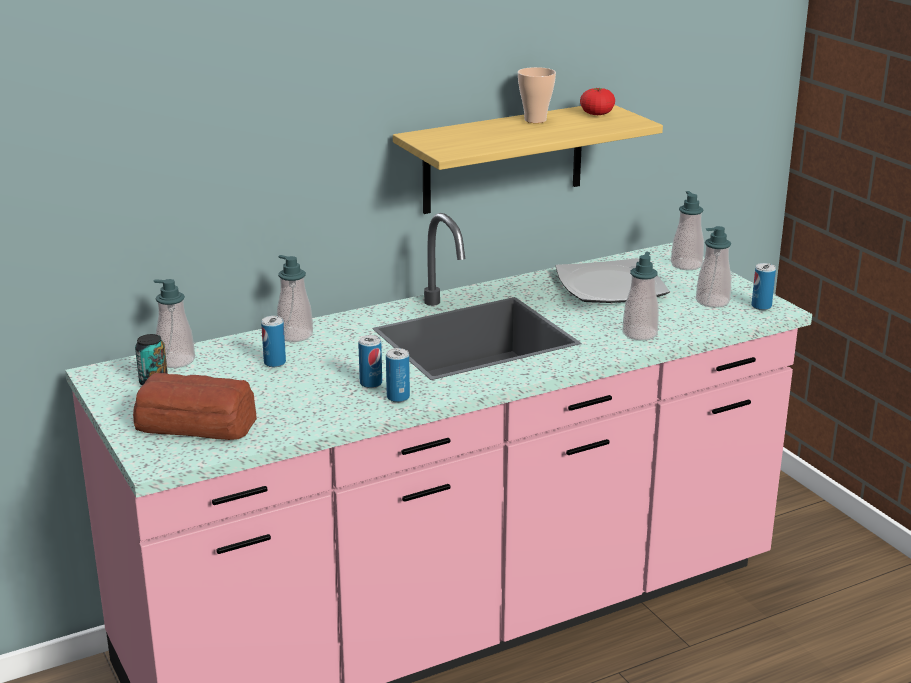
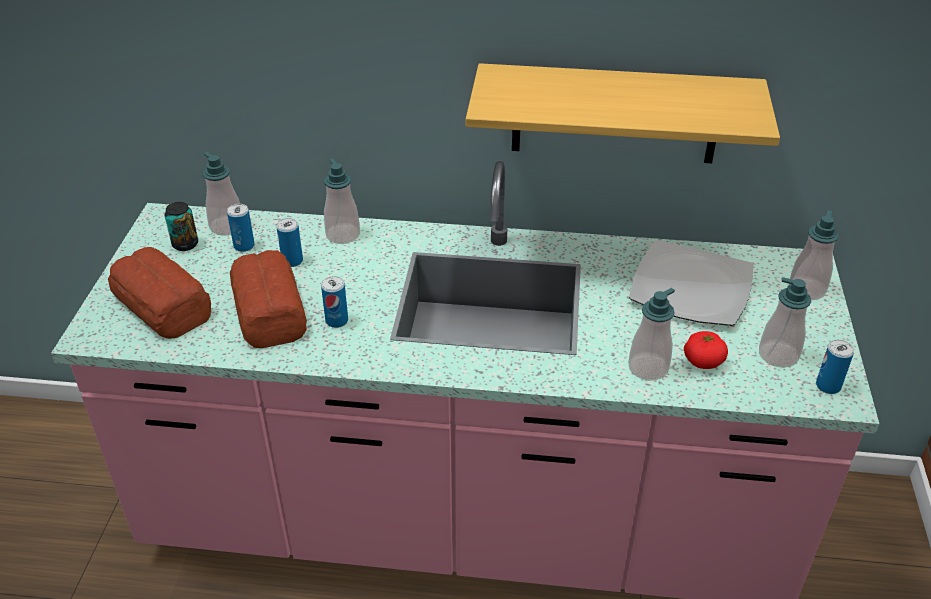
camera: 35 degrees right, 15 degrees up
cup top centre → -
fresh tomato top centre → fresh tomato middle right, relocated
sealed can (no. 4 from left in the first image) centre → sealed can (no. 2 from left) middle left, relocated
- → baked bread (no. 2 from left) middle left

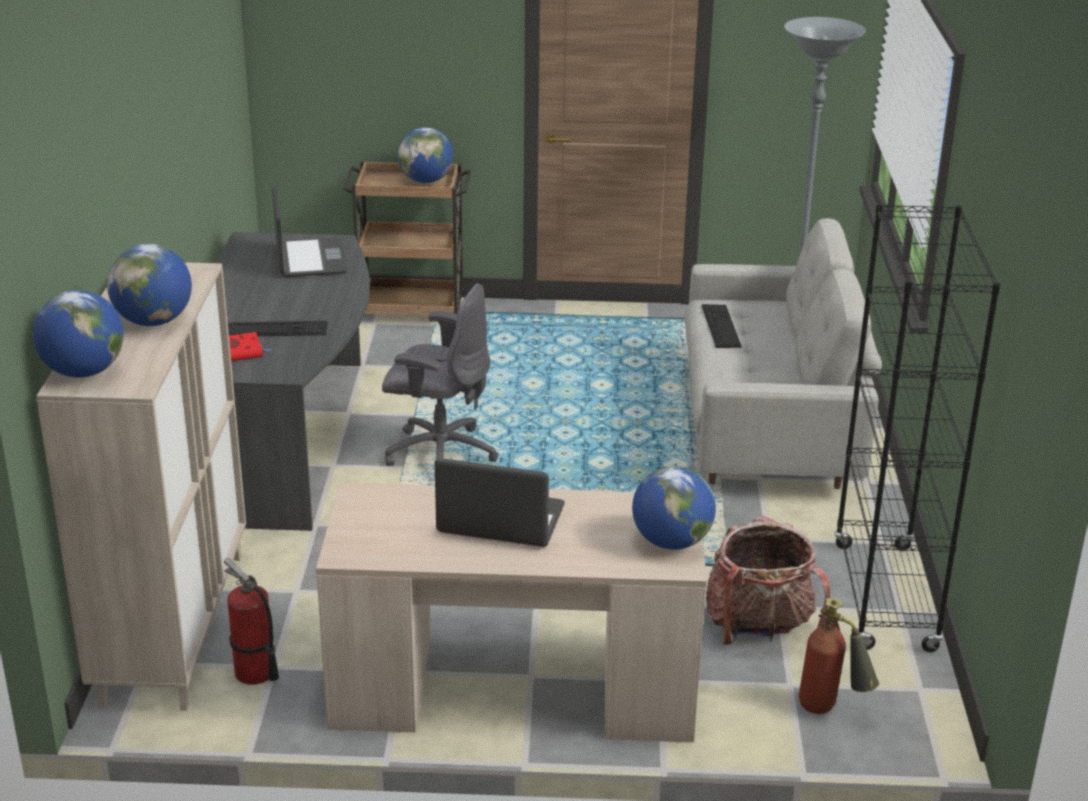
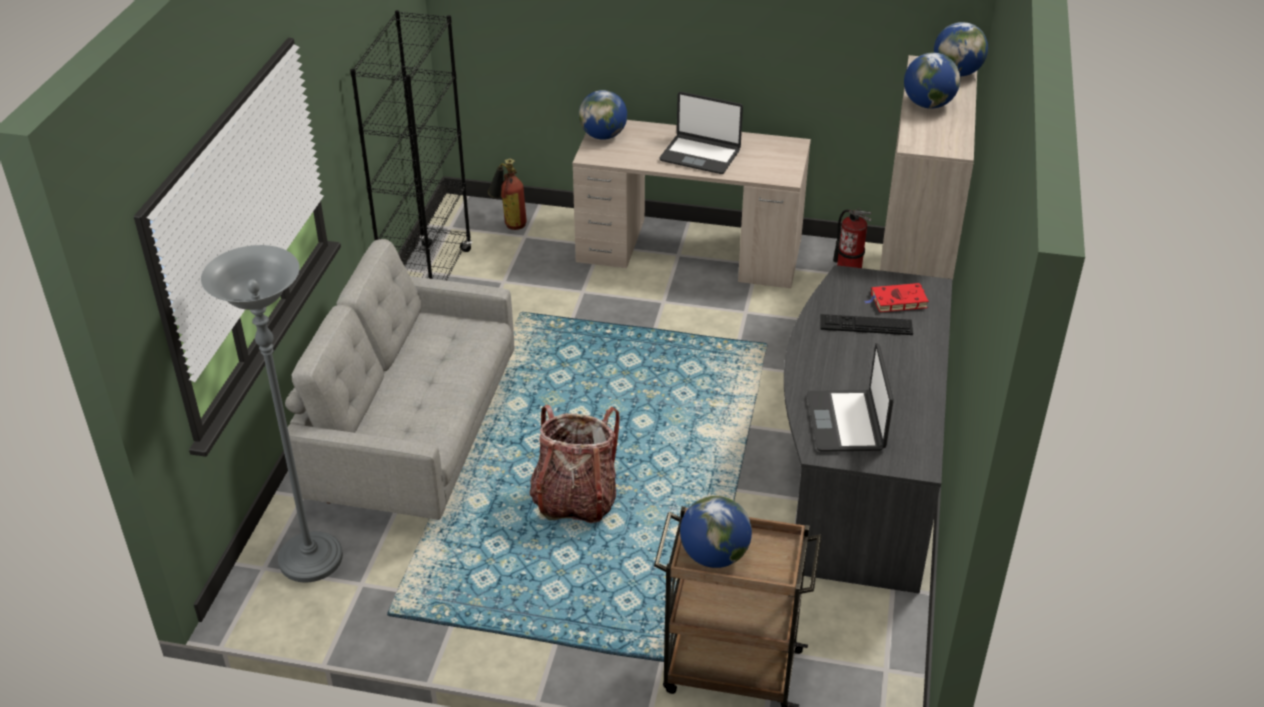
camera: 170 degrees left, 10 degrees up
desk chair in gray centre → -
computer keyboard (no. 2 from left) centre → -
backpack bottom right → backpack centre, relocated

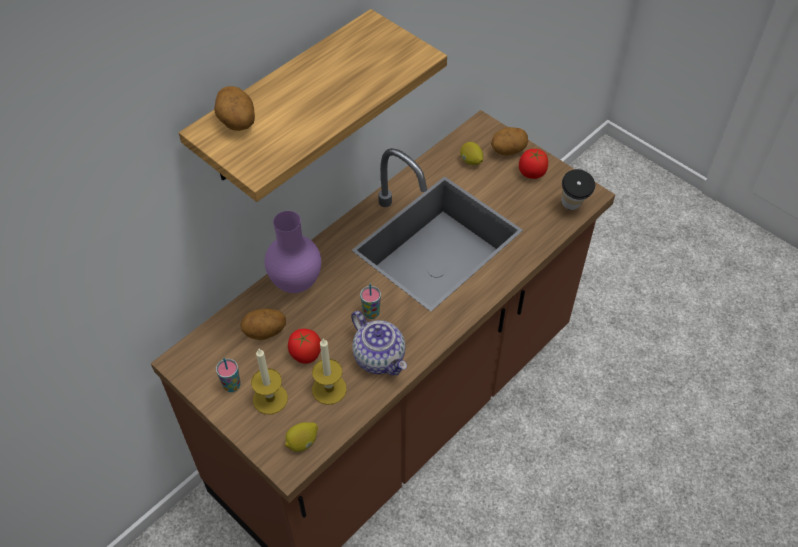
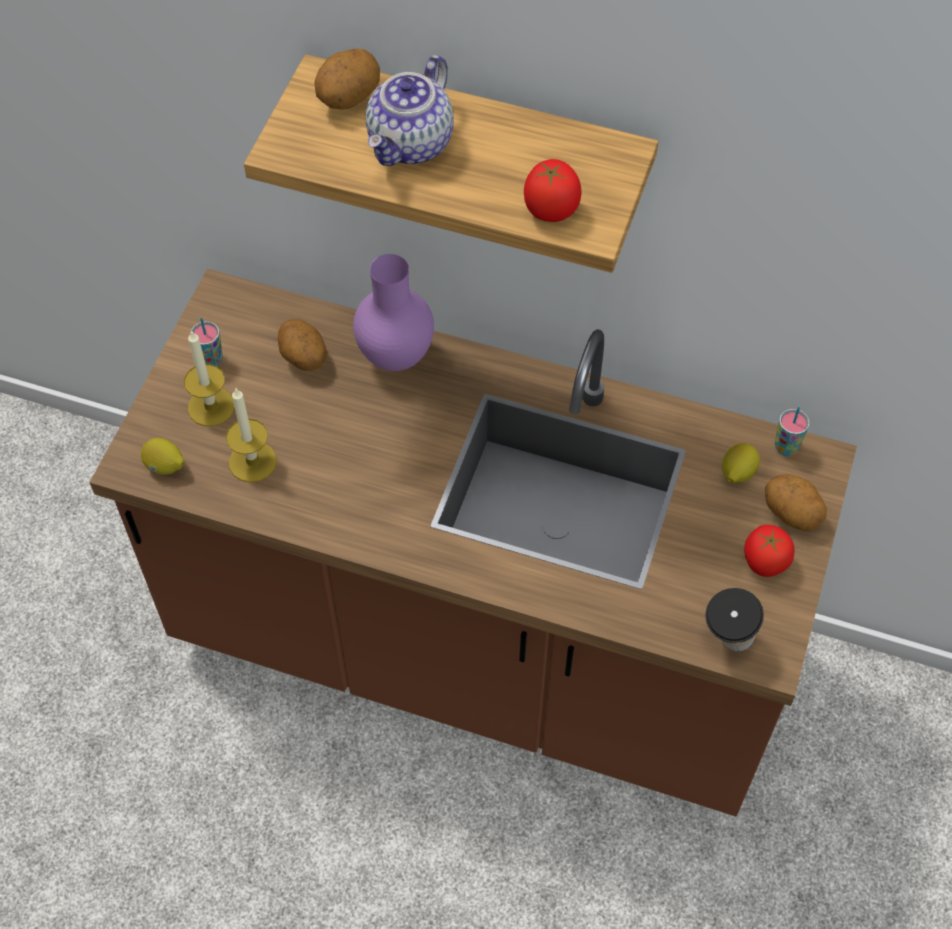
camera: 65 degrees right, 5 degrees up
cup (no. 2 from left in the first image) centre → cup (no. 3 from left) middle right, relocated
tea pot centre → tea pot top centre, relocated
fresh tomato (no. 1 from left) centre → fresh tomato (no. 1 from left) top centre, relocated

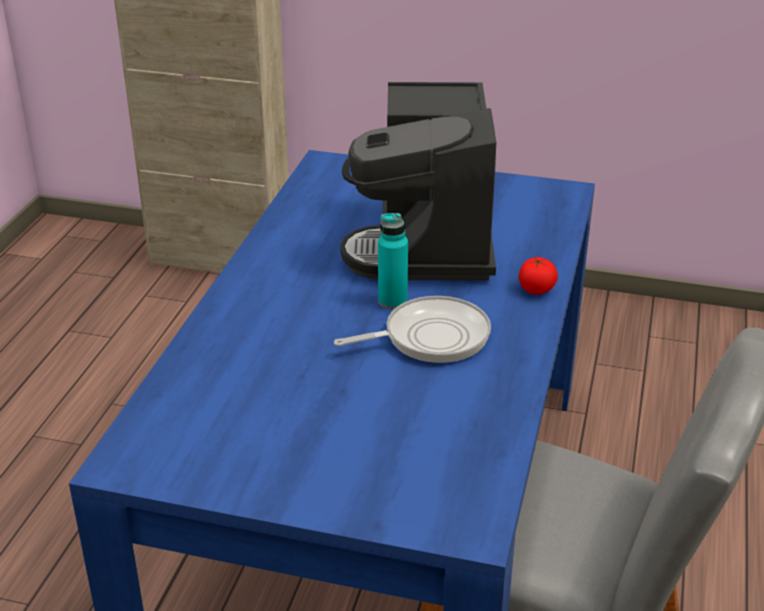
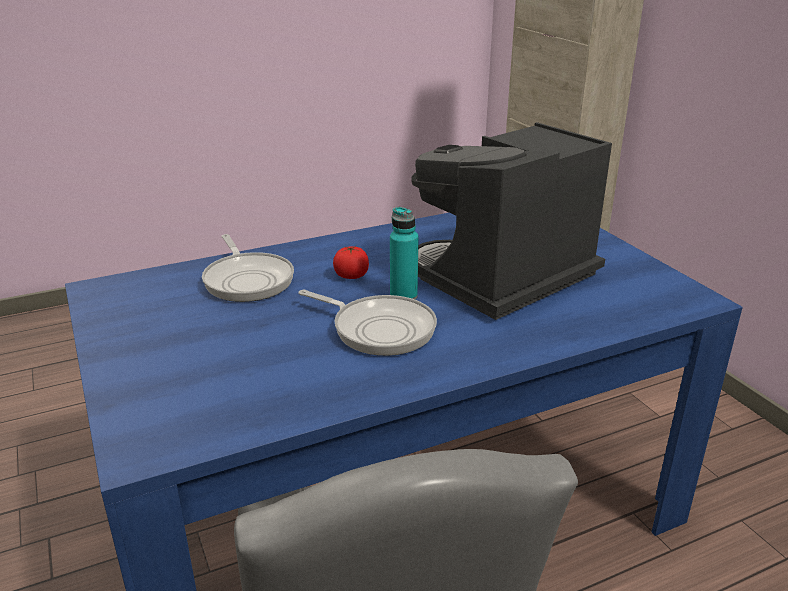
camera: 50 degrees right, 5 degrees down
fresh tomato middle right → fresh tomato centre, relocated
- → frying pan (no. 1 from left) middle left

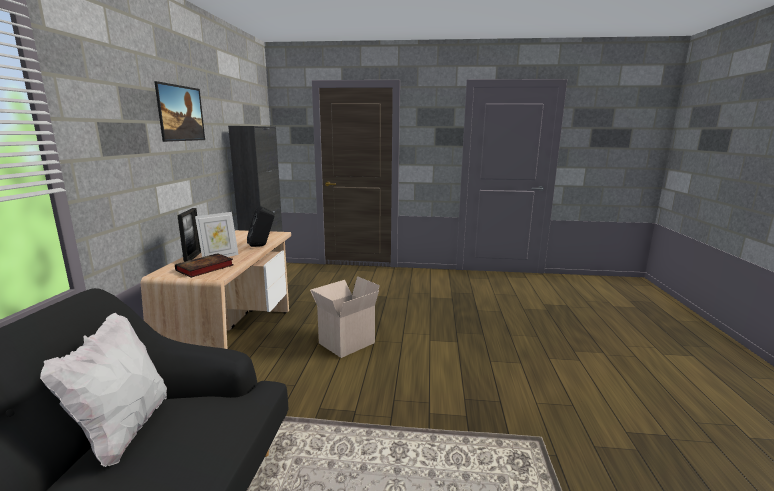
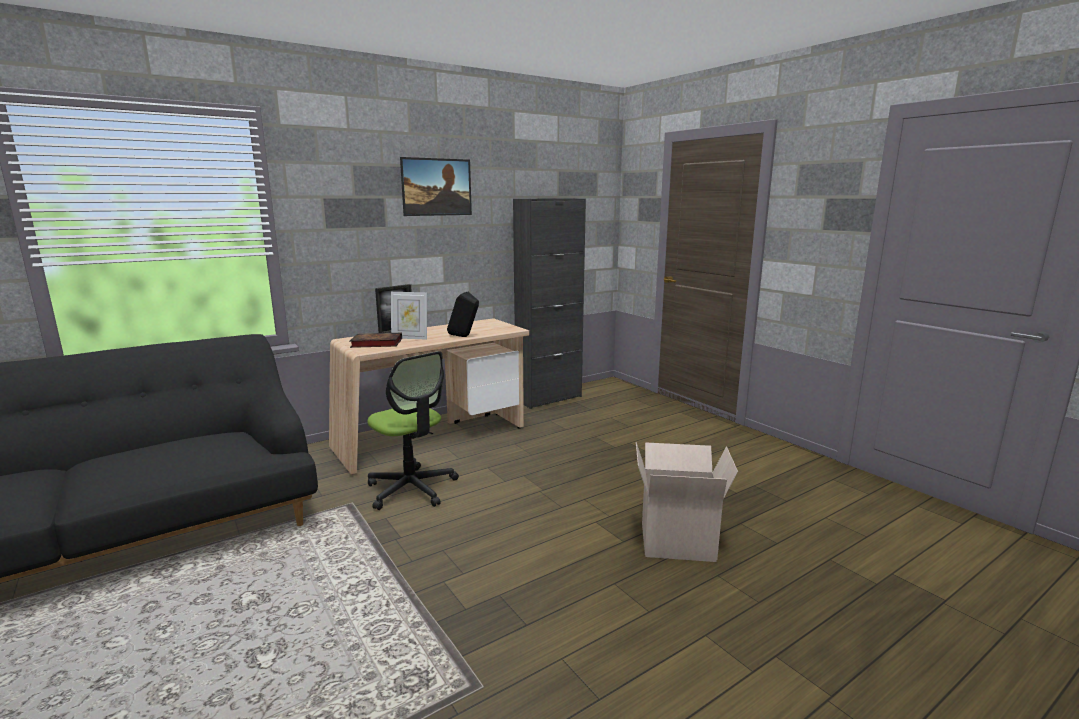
camera: 50 degrees right, 0 degrees up
carton centre → carton bottom centre, relocated
cushion in whitish bottom left → -
- → desk chair centre

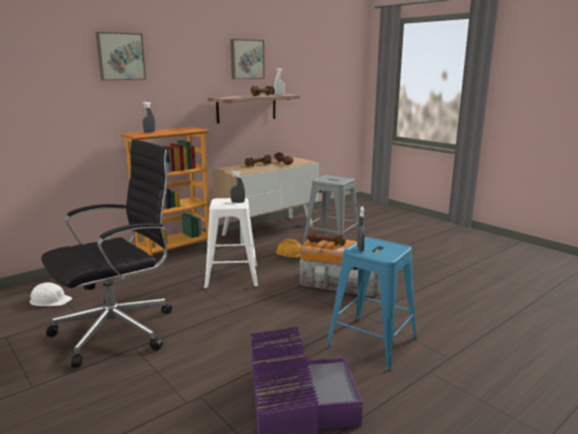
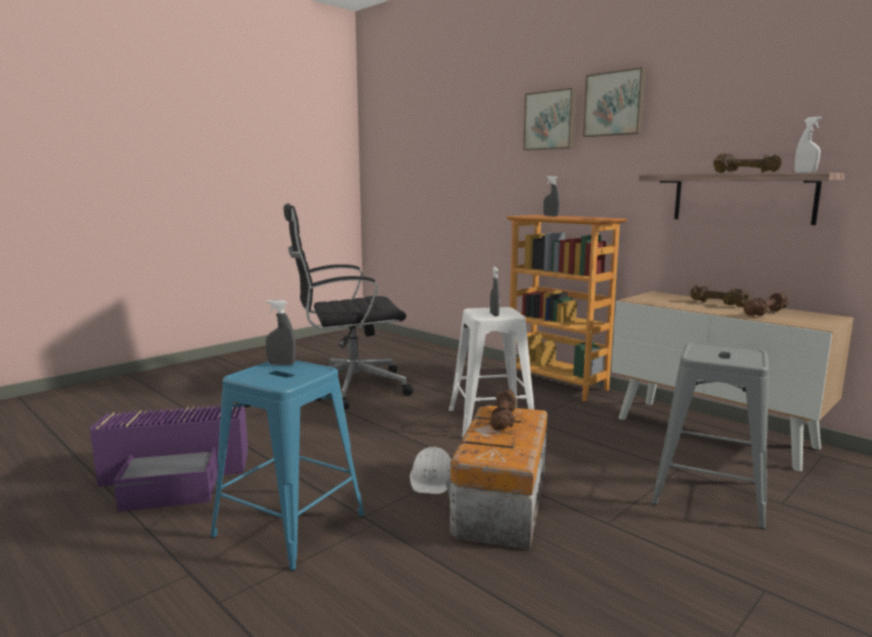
camera: 85 degrees right, 5 degrees down
wall picture (no. 2 from left) top centre → wall picture (no. 2 from left) top right, relocated
desk chair in blackish middle left → desk chair in blackish centre, 120 degrees clockwise
hard hat in orange-coloured centre → -
hard hat in whitish bottom left → hard hat in whitish bottom centre, relocated

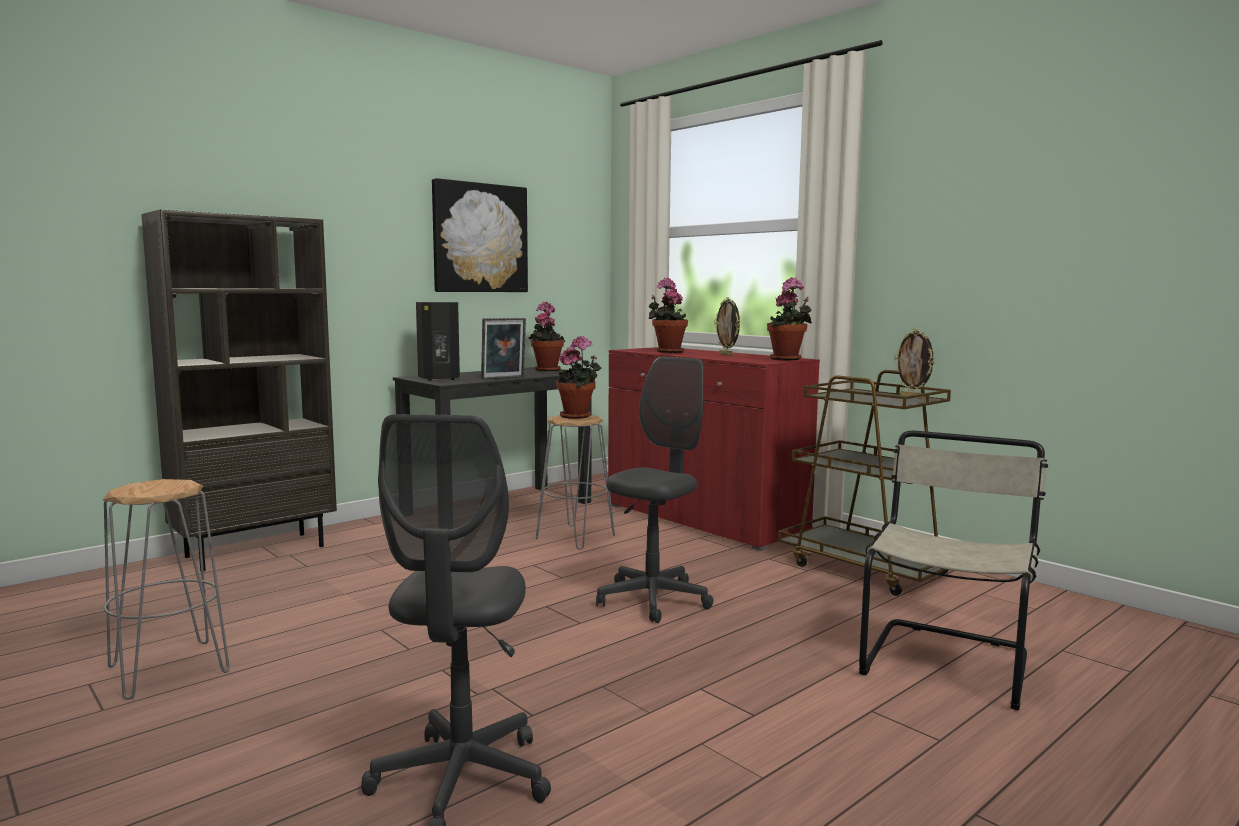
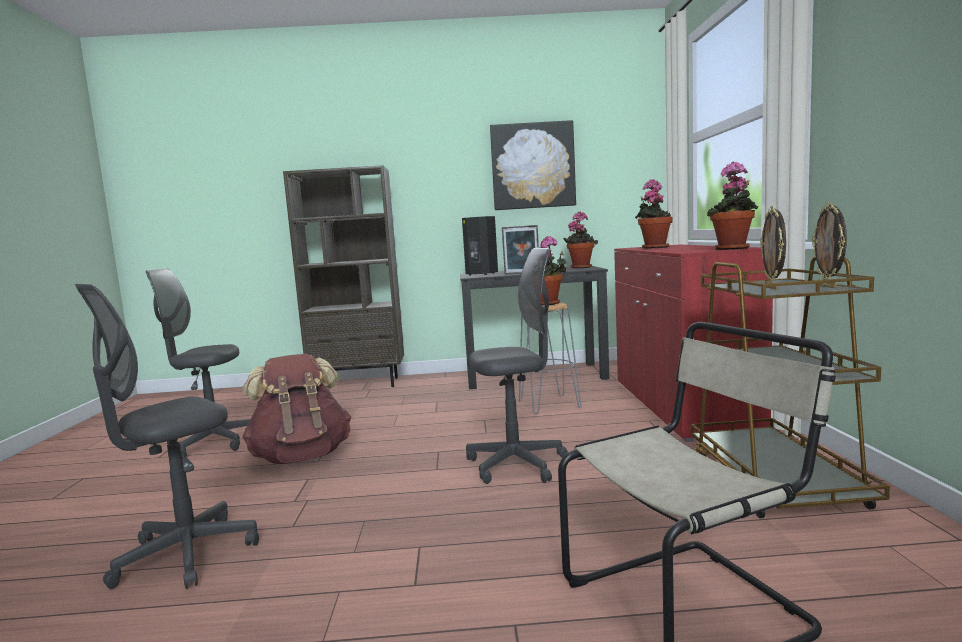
camera: 40 degrees right, 0 degrees up
photo frame (no. 2 from left) centre → photo frame (no. 2 from left) middle right, relocated
stool seat in gray (no. 1 from left) bottom left → desk chair in gray (no. 2 from left) middle left
- → backpack in brownish middle left

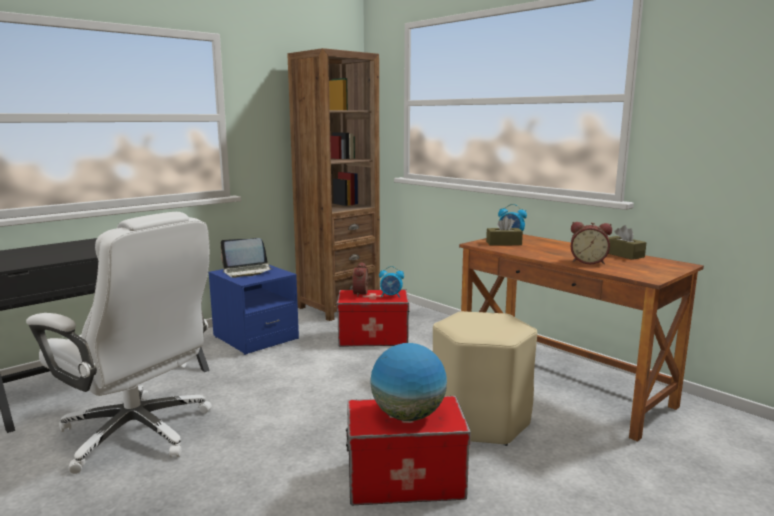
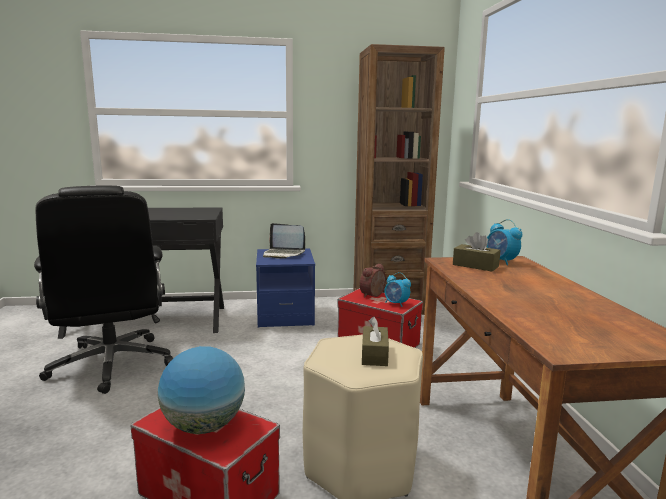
camera: 35 degrees right, 0 degrees up
desk chair in whitish middle left → desk chair in blackish middle left
alarm clock (no. 4 from left) middle right → -
tissue box in brownish (no. 2 from left in the first image) middle right → tissue box in brownish (no. 1 from left) bottom centre, relocated

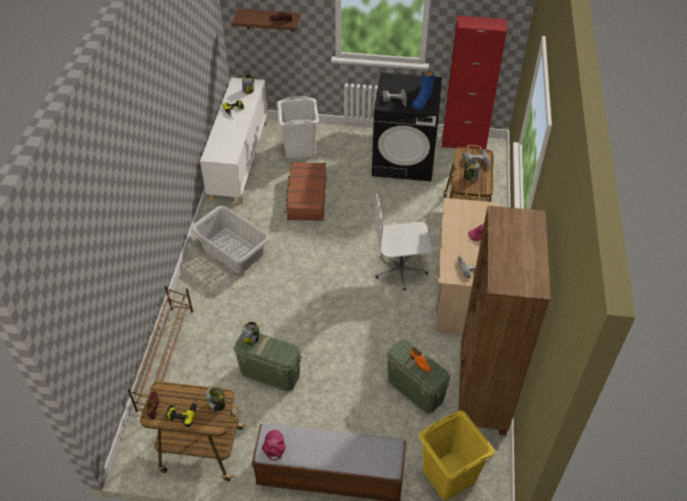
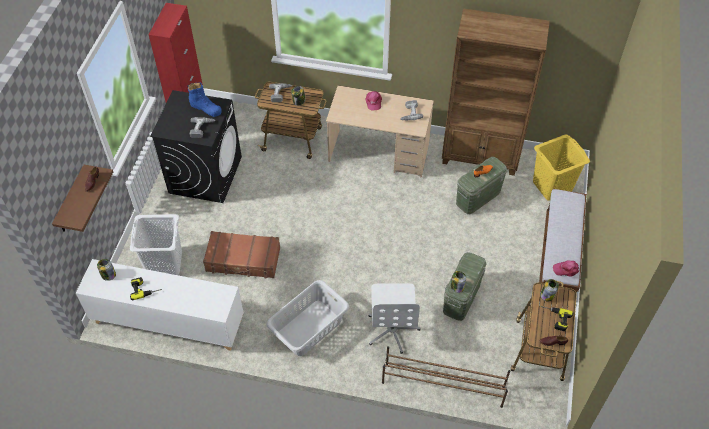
camera: 85 degrees left, 5 degrees up
desk chair in whitish centre → desk chair in whitish bottom centre, relocated

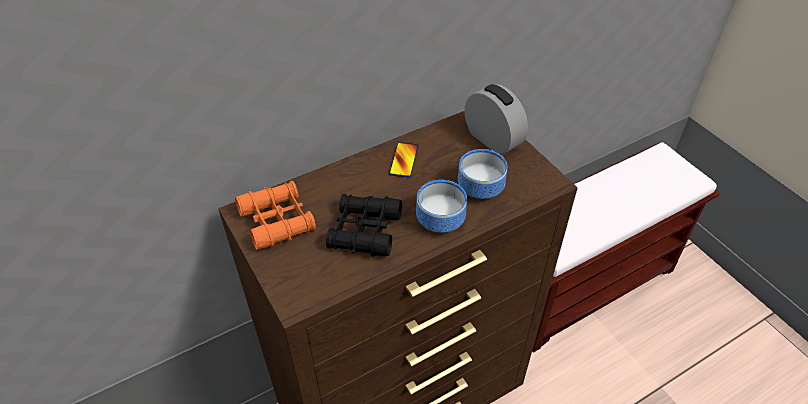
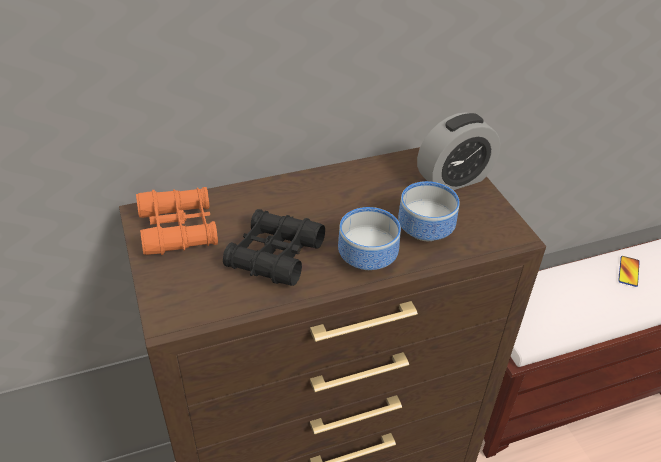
camera: 10 degrees right, 5 degrees down
alarm clock top centre → alarm clock top right, 90 degrees clockwise
phone centre → phone middle right, relocated

